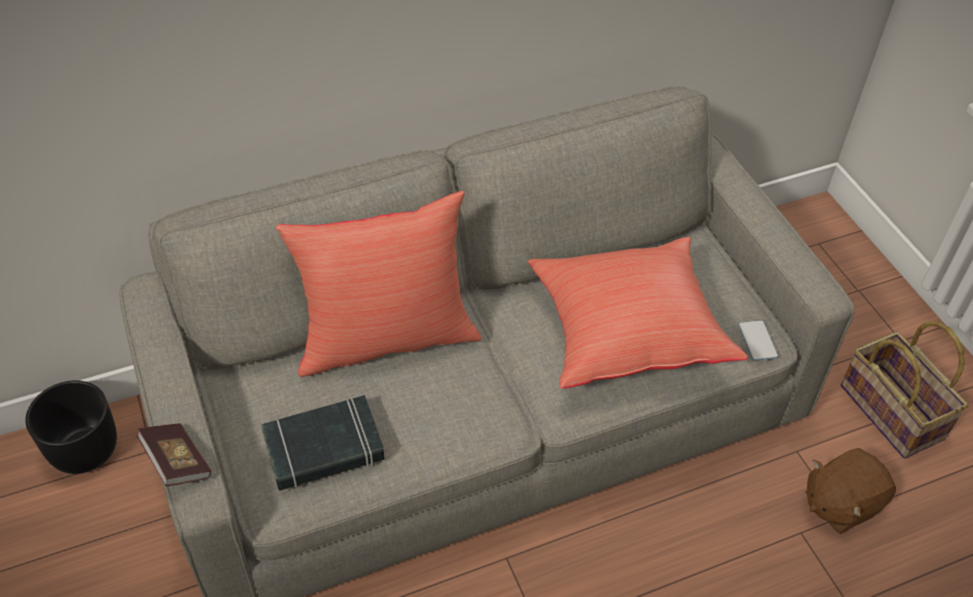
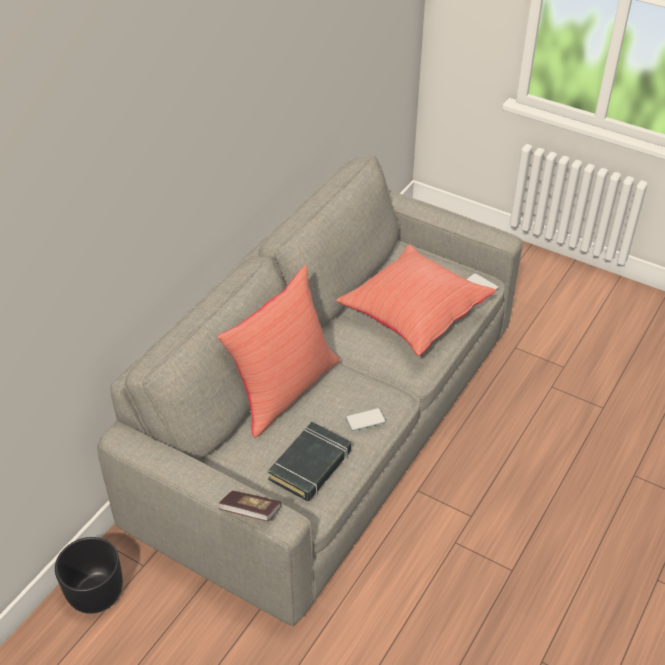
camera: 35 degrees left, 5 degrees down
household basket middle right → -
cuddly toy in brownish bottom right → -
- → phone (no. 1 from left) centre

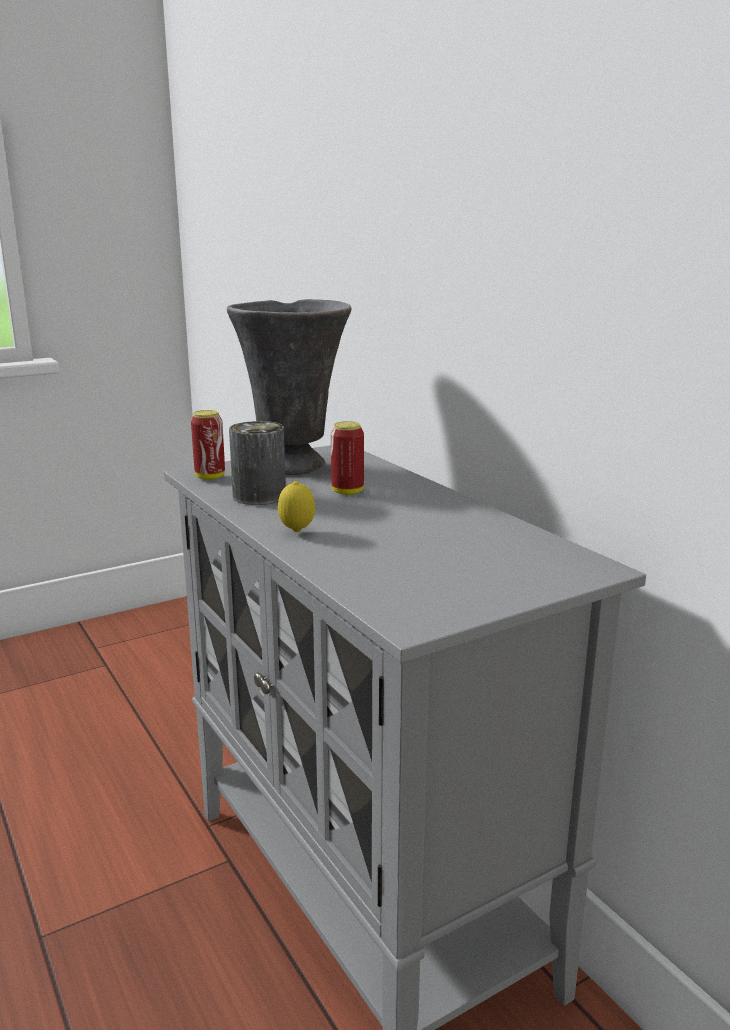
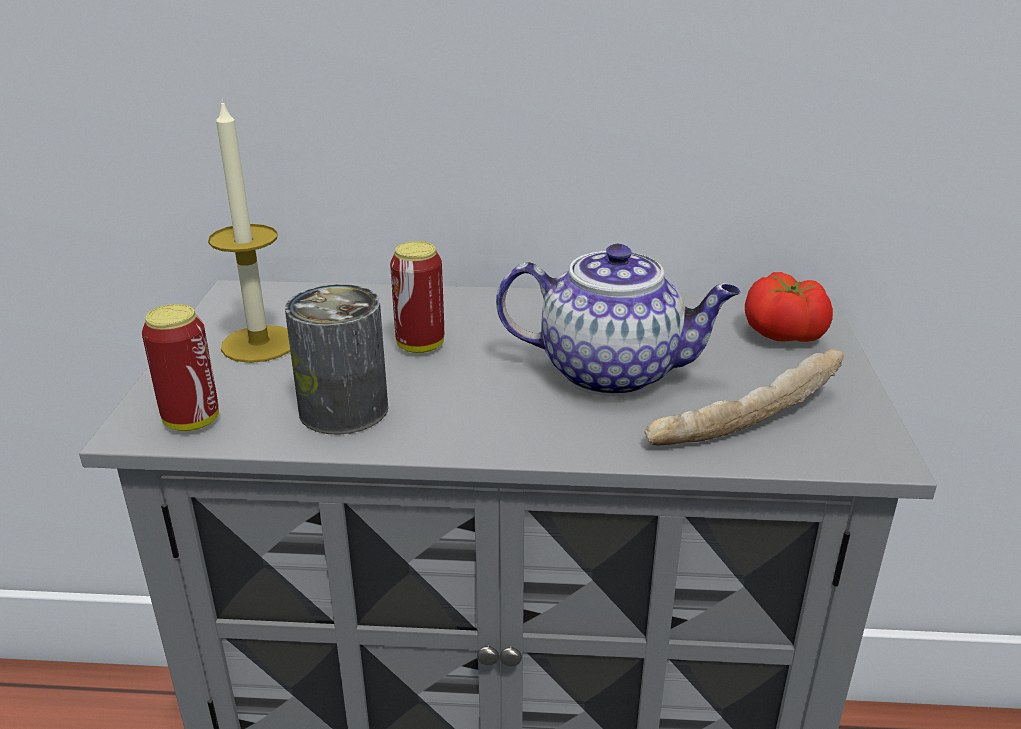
camera: 55 degrees left, 10 degrees up
decorative vase in gray centre → candle top left
whole lemon centre → -
- → tea pot centre
- → fresh tomato middle right
- → baked bread middle right

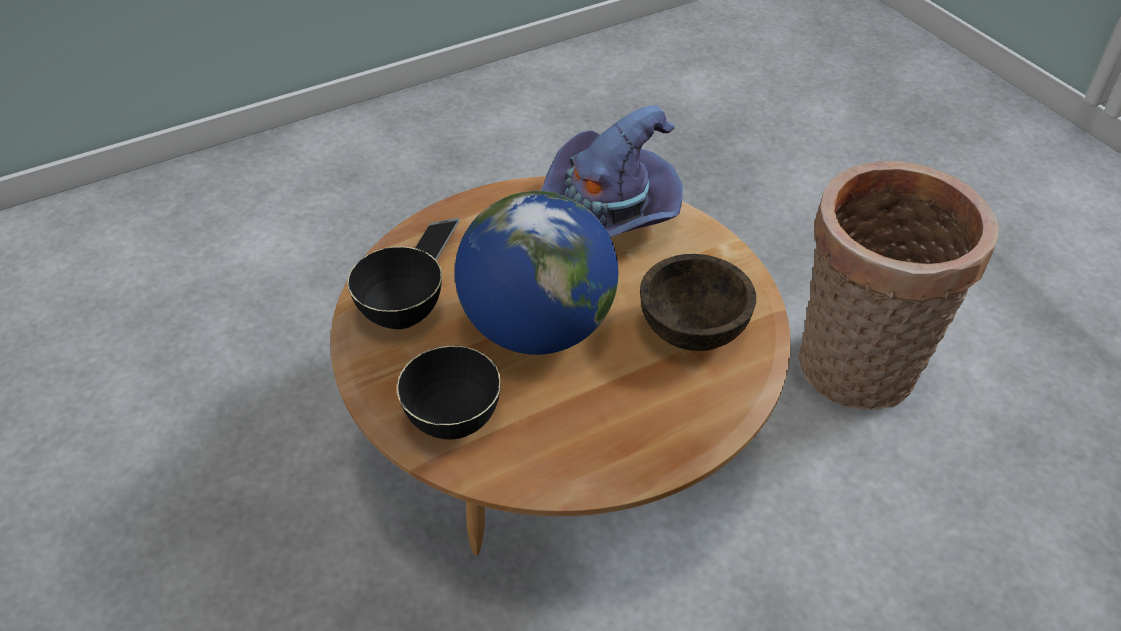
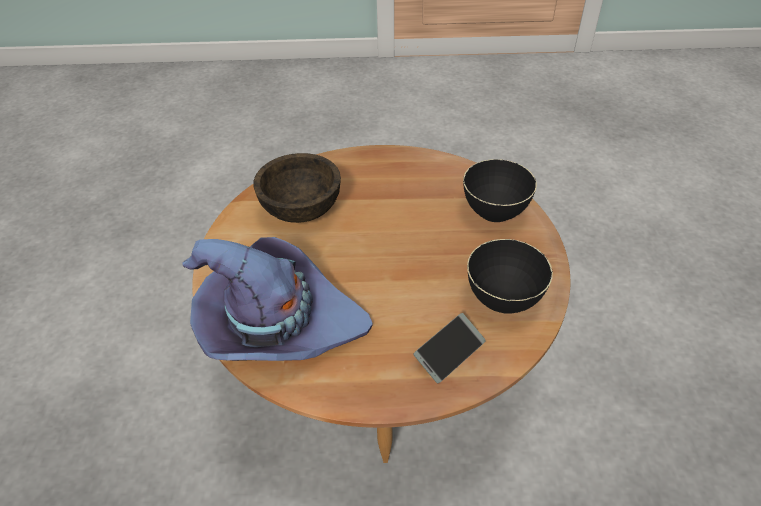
camera: 150 degrees left, 0 degrees up
household basket middle right → -
desk globe centre → -

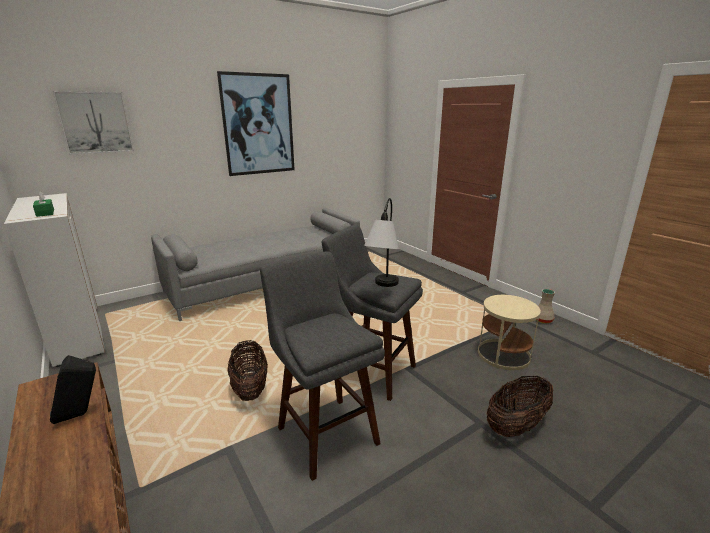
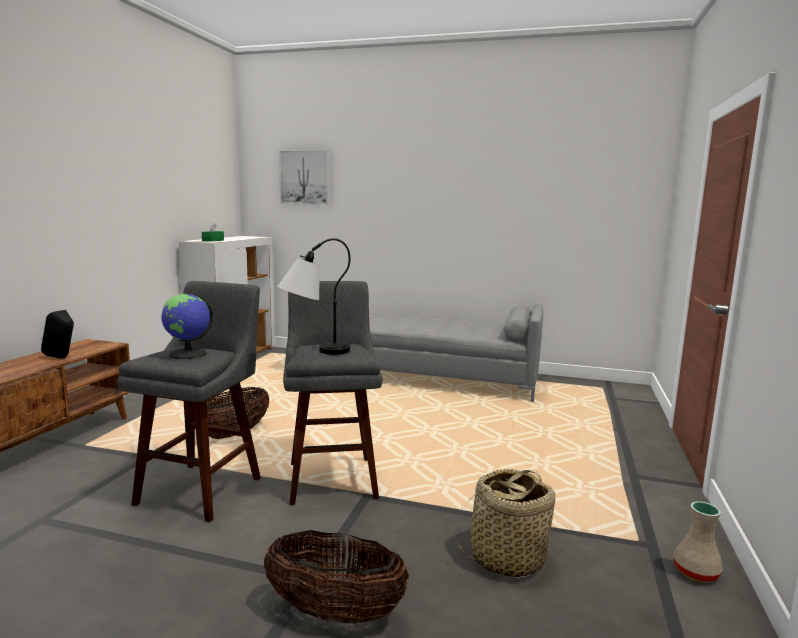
camera: 50 degrees right, 10 degrees down
wall picture (no. 2 from left) top centre → -
side table in sand-coloured middle right → household basket (no. 3 from left) bottom centre
- → desk globe middle left

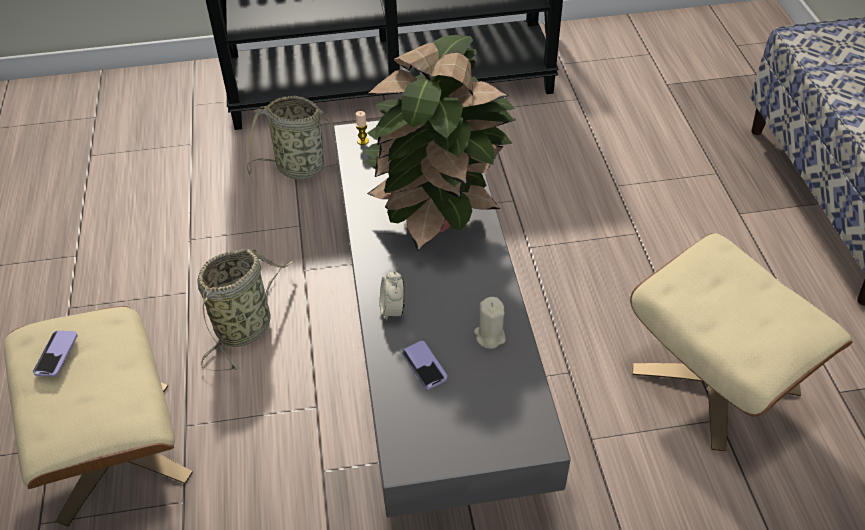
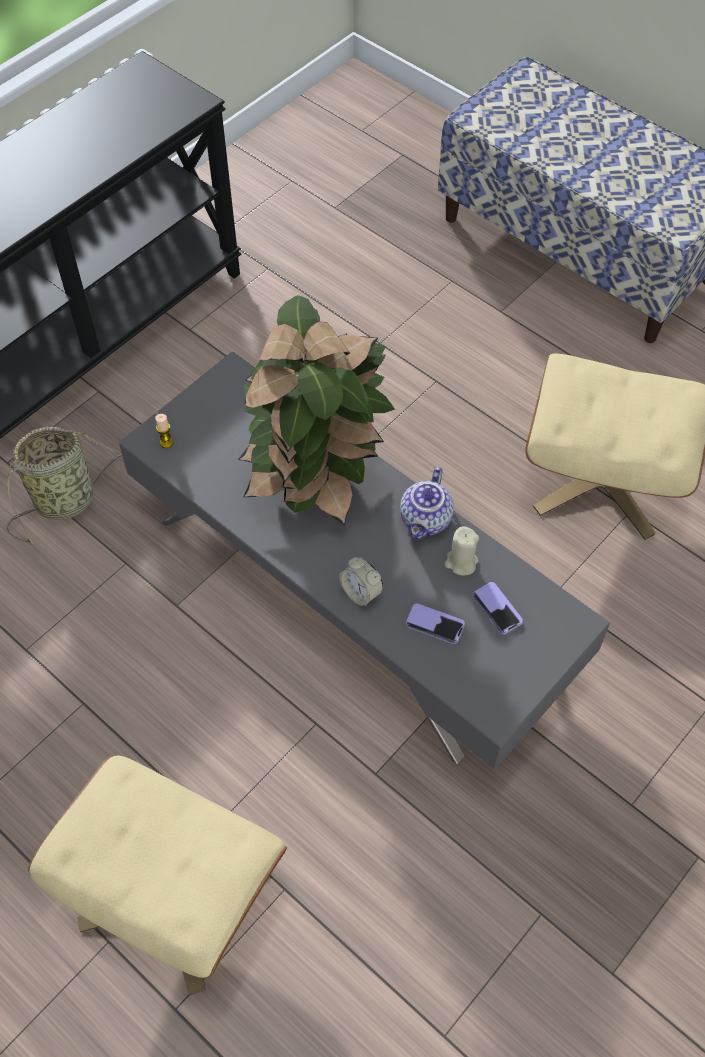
camera: 40 degrees left, 10 degrees up
household basket (no. 1 from left) middle left → -
phone (no. 1 from left in the first image) bottom left → phone (no. 2 from left) middle right, relocated
- → tea pot centre

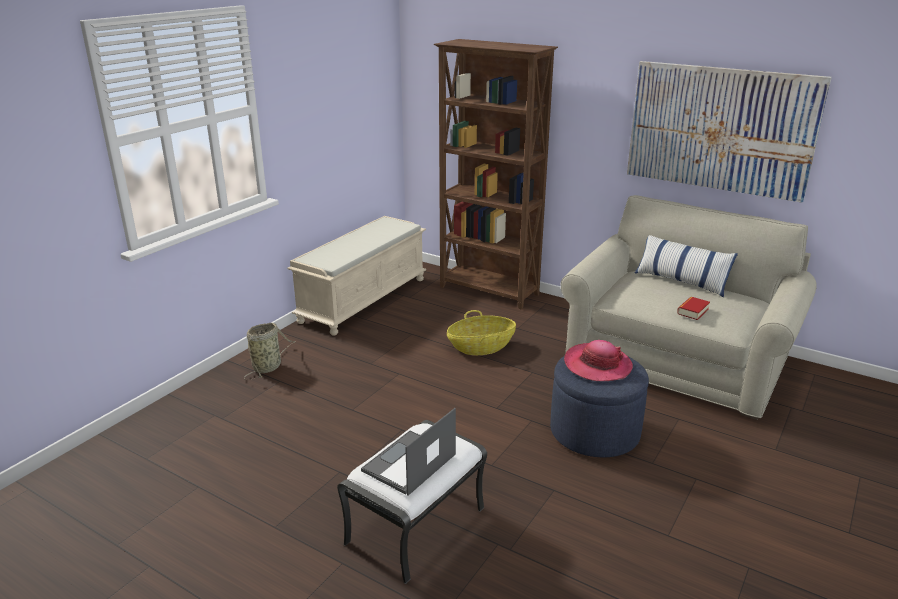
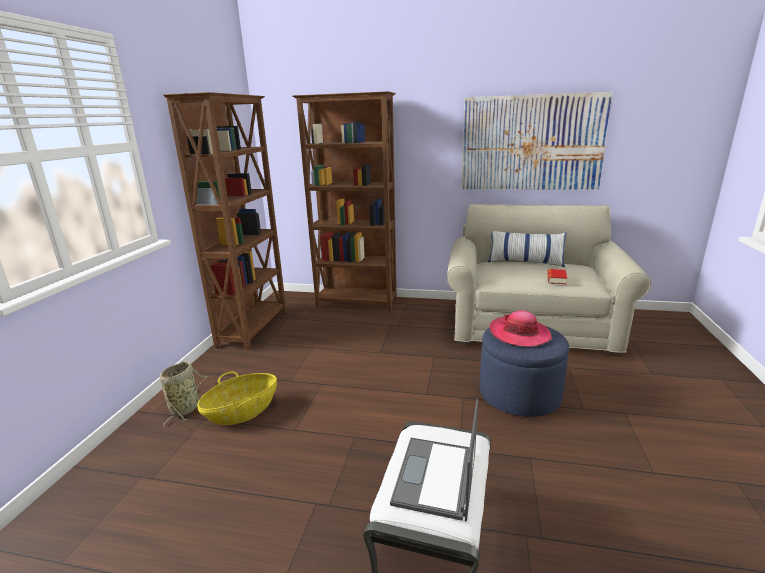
camera: 20 degrees left, 5 degrees down
indoor bench in sand-coloured centre → shelving unit in brownish (no. 1 from left) middle left
household basket (no. 2 from left) centre → household basket (no. 2 from left) bottom left, relocated

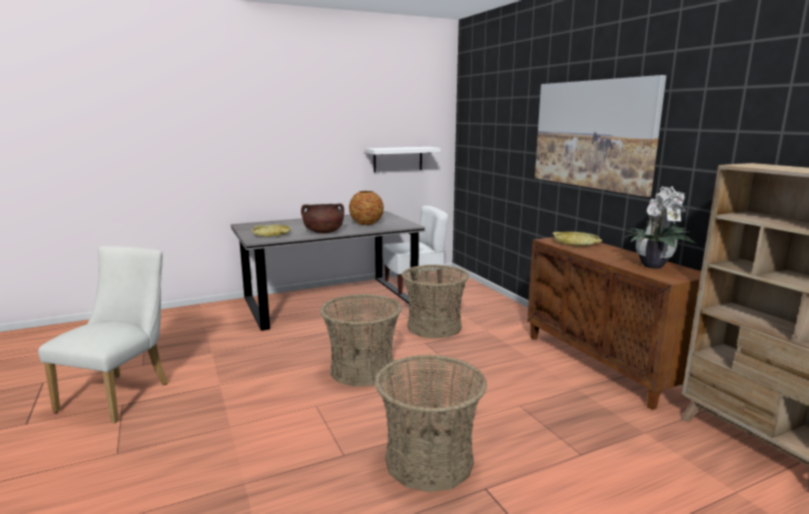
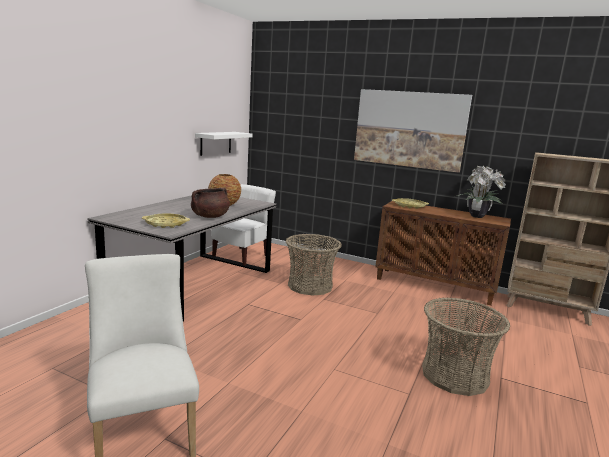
camera: 40 degrees left, 0 degrees up
household basket (no. 1 from left) centre → -

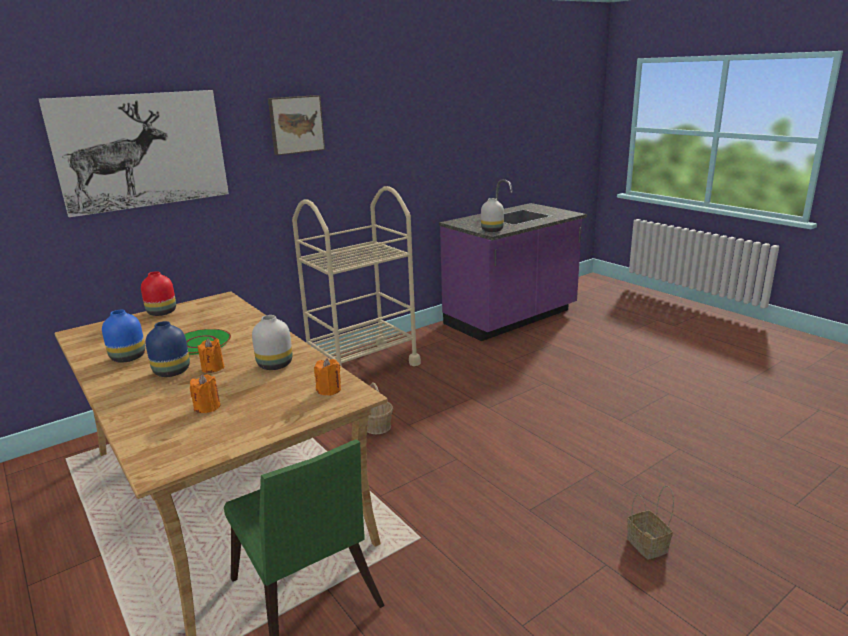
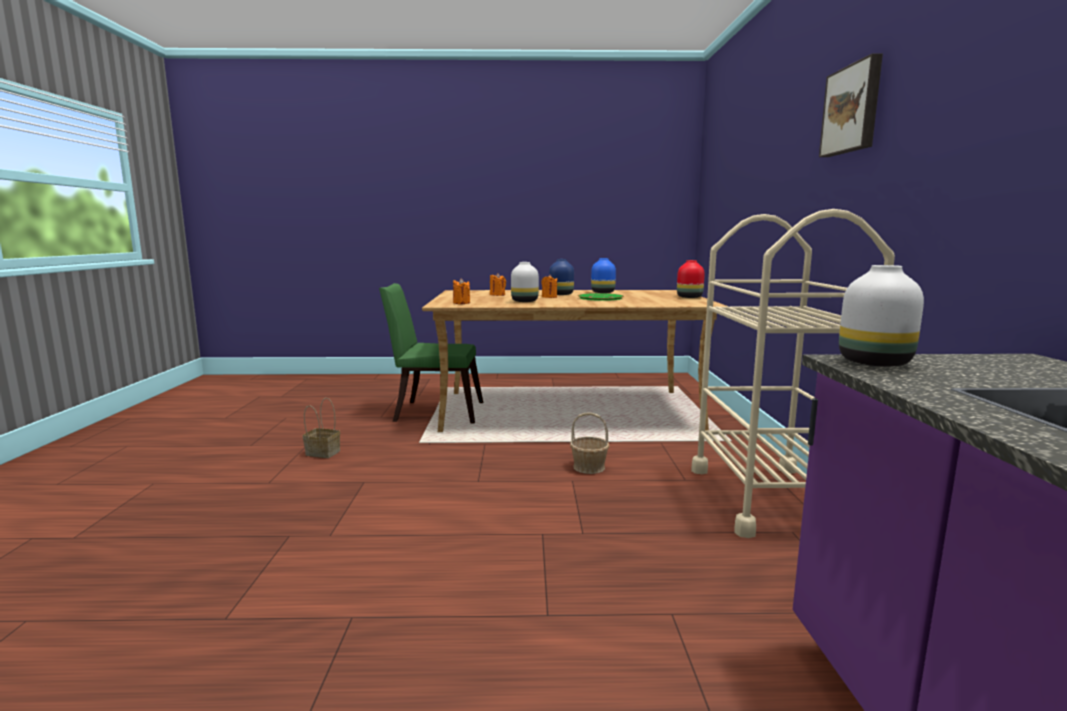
camera: 125 degrees right, 10 degrees down
wall picture (no. 1 from left) top left → -
household basket (no. 2 from left in the first image) bottom right → household basket (no. 1 from left) middle left, relocated

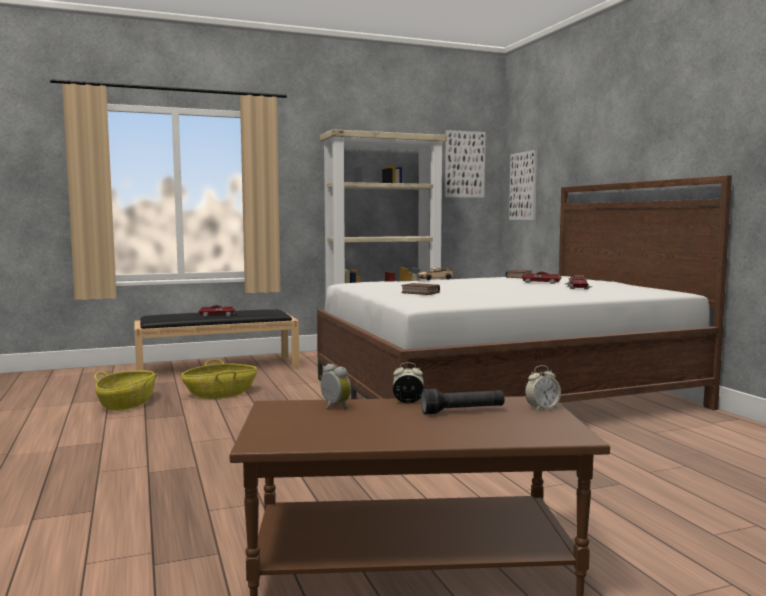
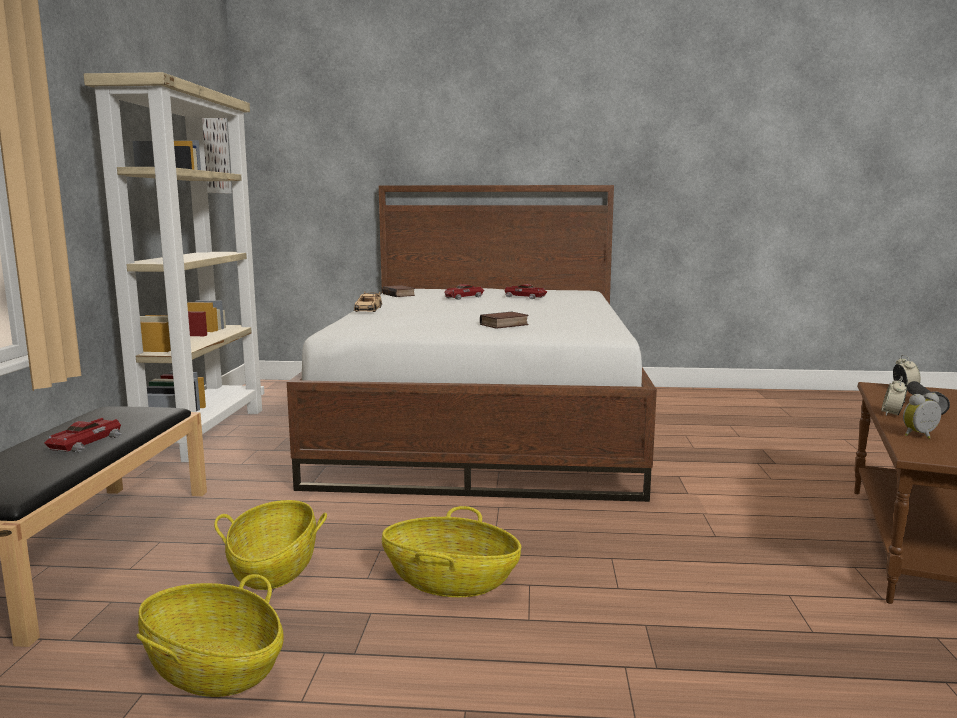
camera: 65 degrees left, 5 degrees up
wall picture (no. 2 from left) top right → -
- → household basket (no. 3 from left) bottom centre

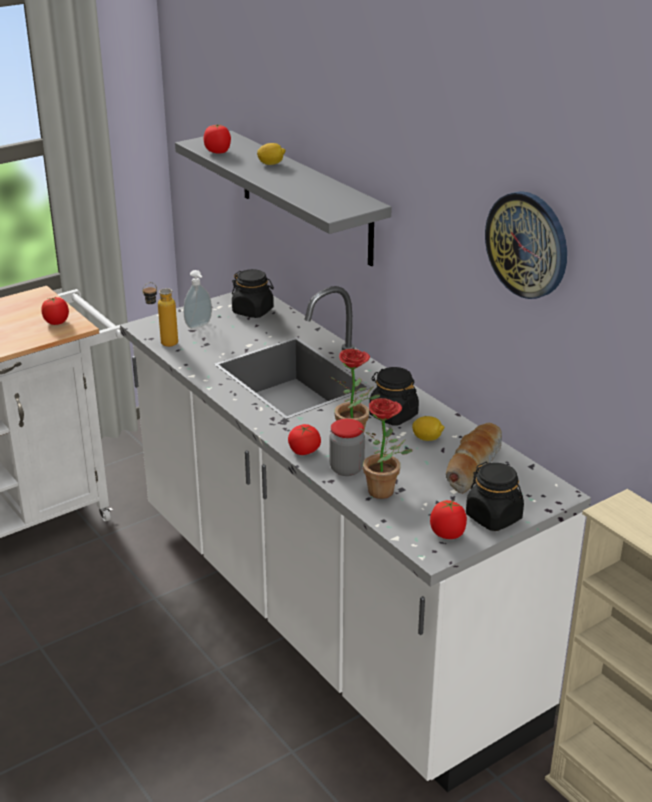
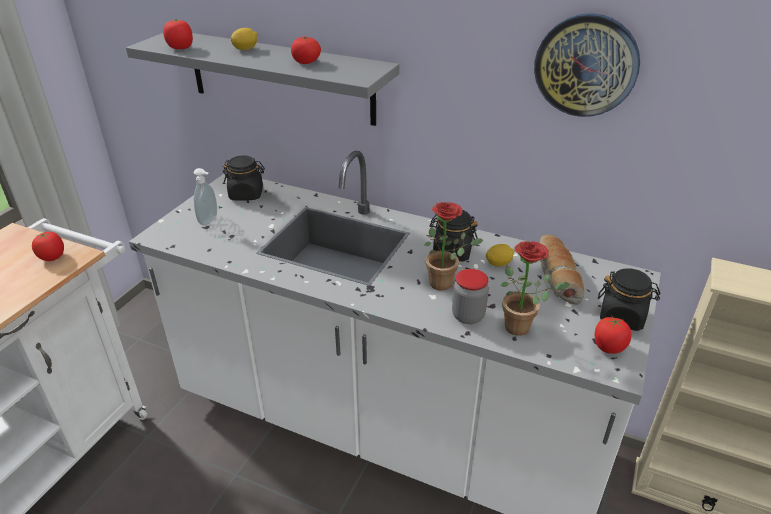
camera: 30 degrees left, 5 degrees up
bottle middle left → -
fresh tomato (no. 3 from left) centre → fresh tomato (no. 3 from left) top centre, relocated

